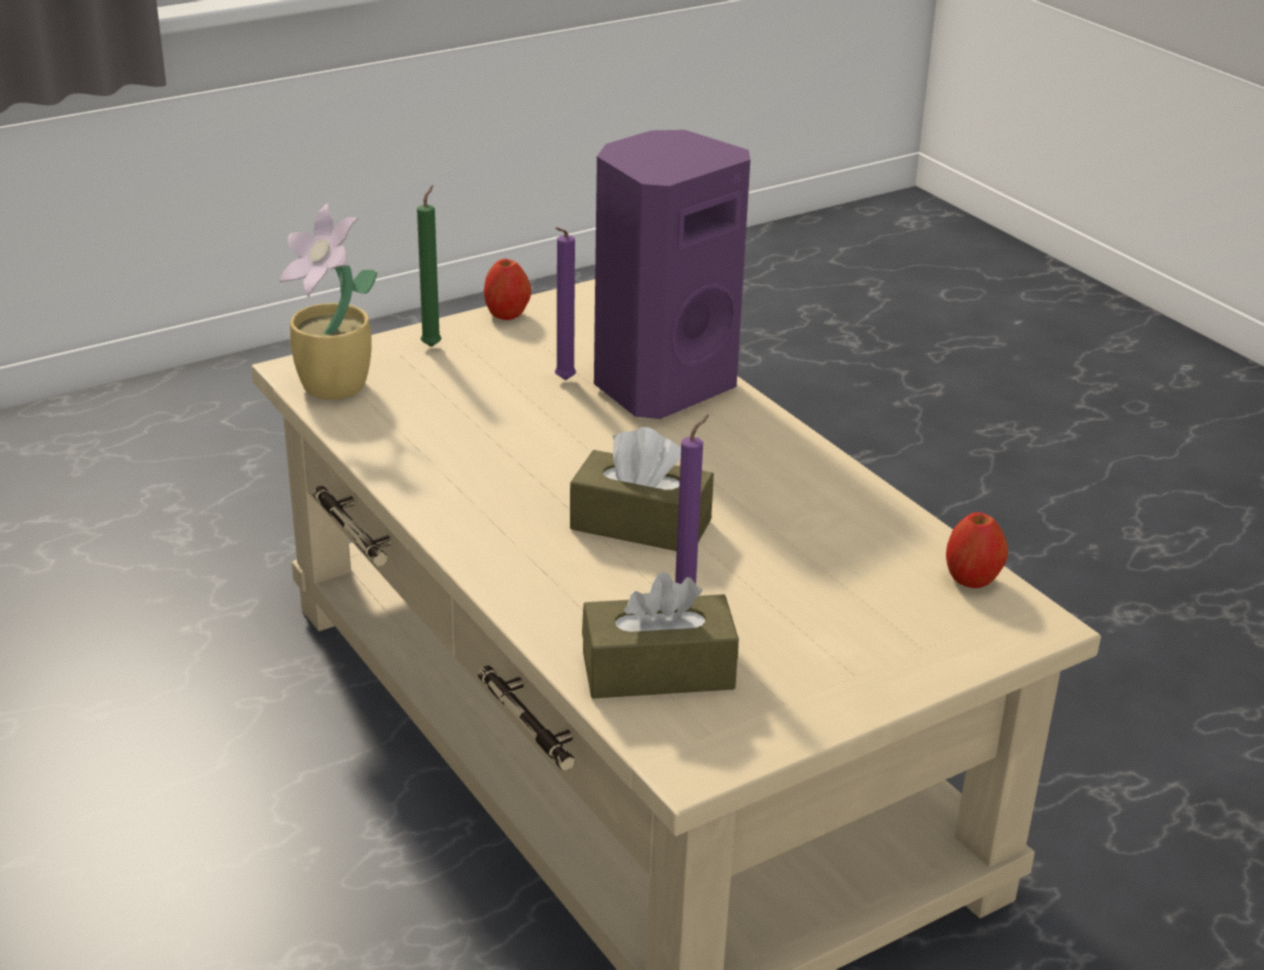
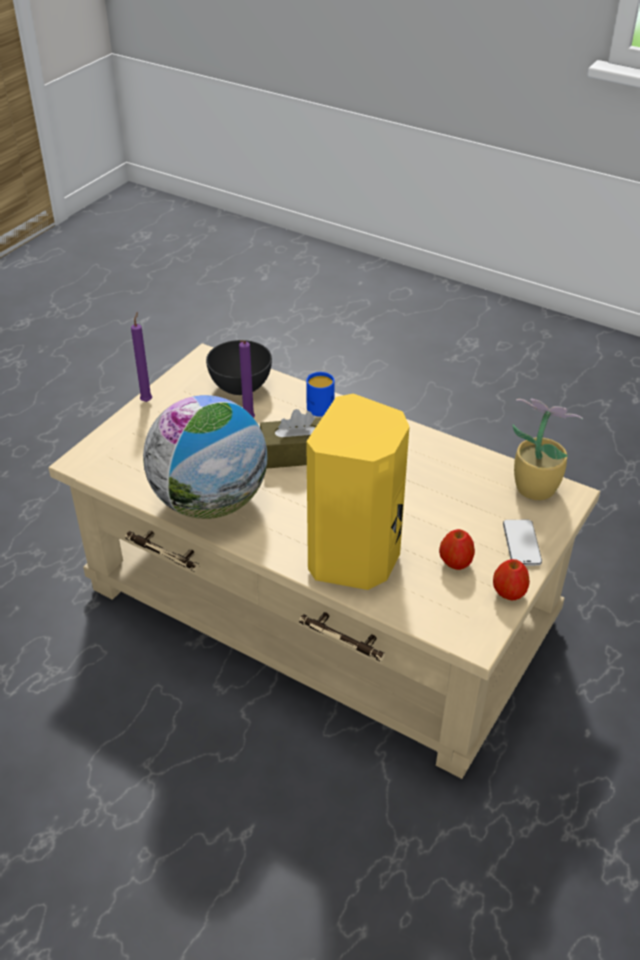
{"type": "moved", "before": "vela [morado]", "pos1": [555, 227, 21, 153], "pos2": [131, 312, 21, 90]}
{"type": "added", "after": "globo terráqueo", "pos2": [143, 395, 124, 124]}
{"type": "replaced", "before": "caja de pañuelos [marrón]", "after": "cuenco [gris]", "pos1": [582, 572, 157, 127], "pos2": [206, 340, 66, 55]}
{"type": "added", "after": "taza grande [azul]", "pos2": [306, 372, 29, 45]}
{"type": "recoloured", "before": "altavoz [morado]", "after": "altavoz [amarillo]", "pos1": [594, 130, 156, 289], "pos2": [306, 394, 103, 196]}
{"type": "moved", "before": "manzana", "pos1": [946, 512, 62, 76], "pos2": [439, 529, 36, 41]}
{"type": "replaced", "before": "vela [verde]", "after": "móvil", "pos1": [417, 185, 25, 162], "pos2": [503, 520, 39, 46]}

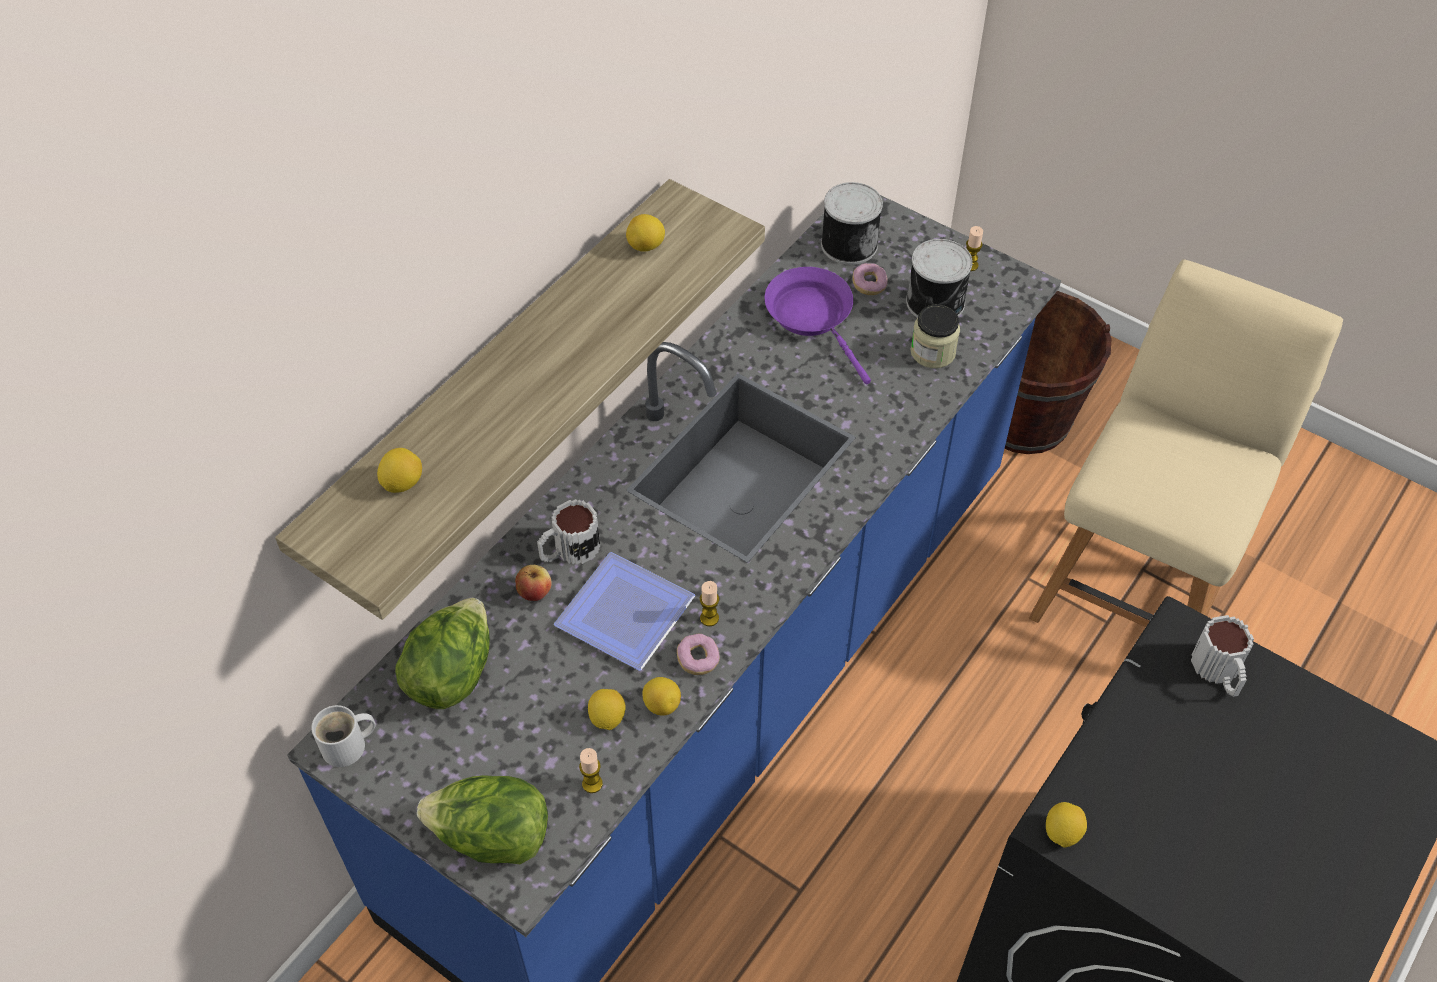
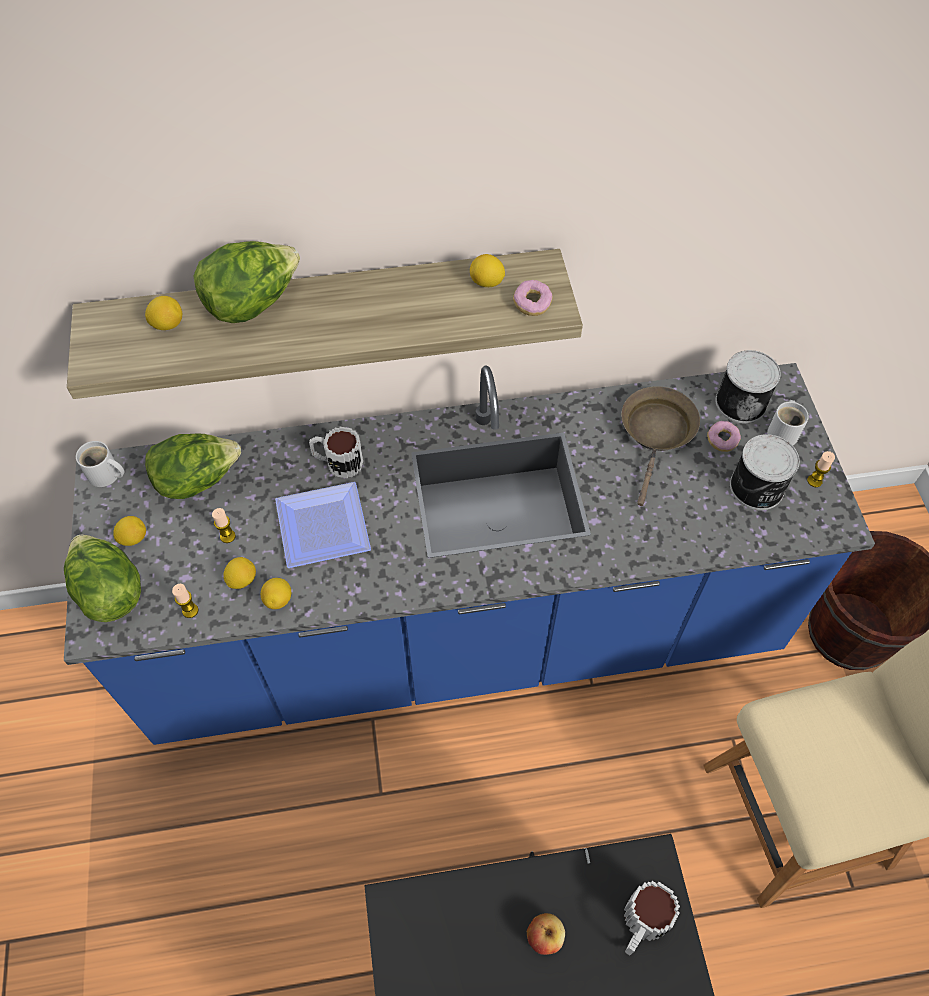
{"type": "moved", "before": "limón", "pos1": [1046, 802, 41, 46], "pos2": [113, 516, 33, 30]}
{"type": "added", "after": "lechuga", "pos2": [193, 241, 107, 82]}
{"type": "moved", "before": "vela", "pos1": [700, 581, 19, 45], "pos2": [212, 508, 24, 35]}
{"type": "moved", "before": "rosquilla", "pos1": [677, 634, 43, 41], "pos2": [513, 280, 40, 36]}
{"type": "moved", "before": "manzana", "pos1": [515, 565, 37, 36], "pos2": [527, 913, 38, 42]}
{"type": "recoloured", "before": "sartén [morado]", "after": "sartén [marrón]", "pos1": [765, 267, 106, 117], "pos2": [621, 386, 79, 120]}
{"type": "added", "after": "taza grande [blanco]", "pos2": [767, 400, 42, 45]}
{"type": "removed", "before": "tarro", "pos1": [910, 304, 50, 64]}

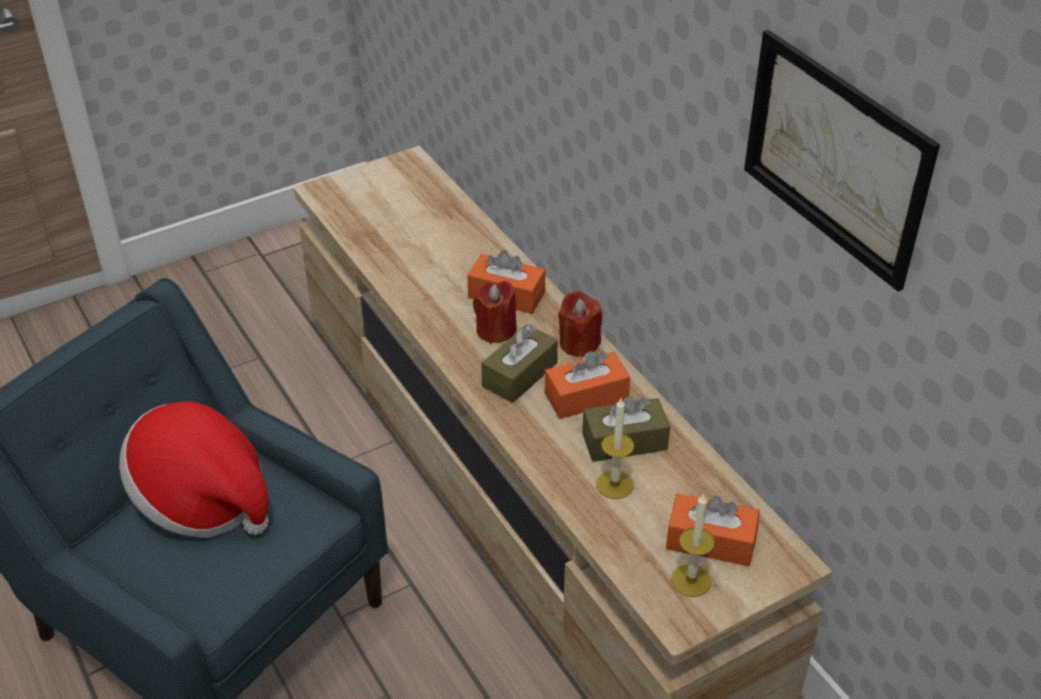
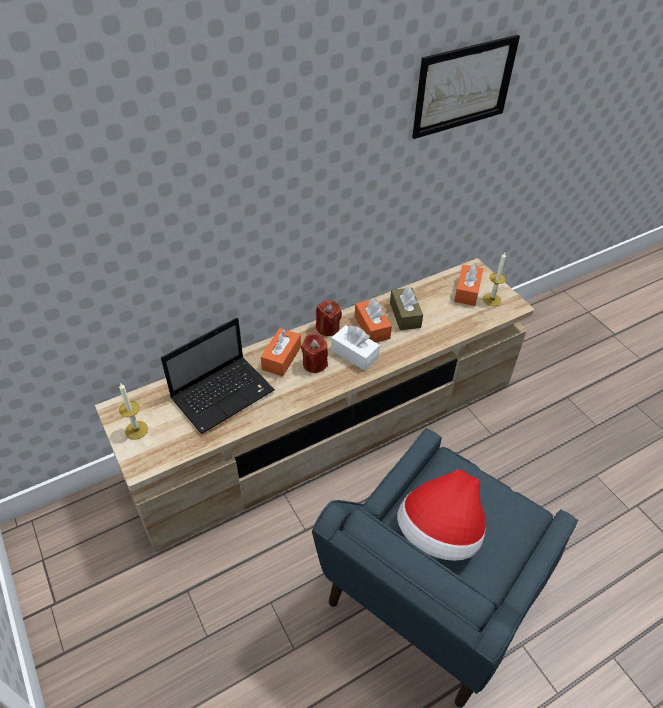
{"type": "moved", "before": "vela", "pos1": [596, 397, 38, 102], "pos2": [119, 384, 29, 56]}
{"type": "added", "after": "portátil", "pos2": [161, 317, 114, 117]}
{"type": "recoloured", "before": "caja de pañuelos [marrón]", "after": "caja de pañuelos [blanco]", "pos1": [481, 324, 77, 79], "pos2": [331, 325, 49, 46]}

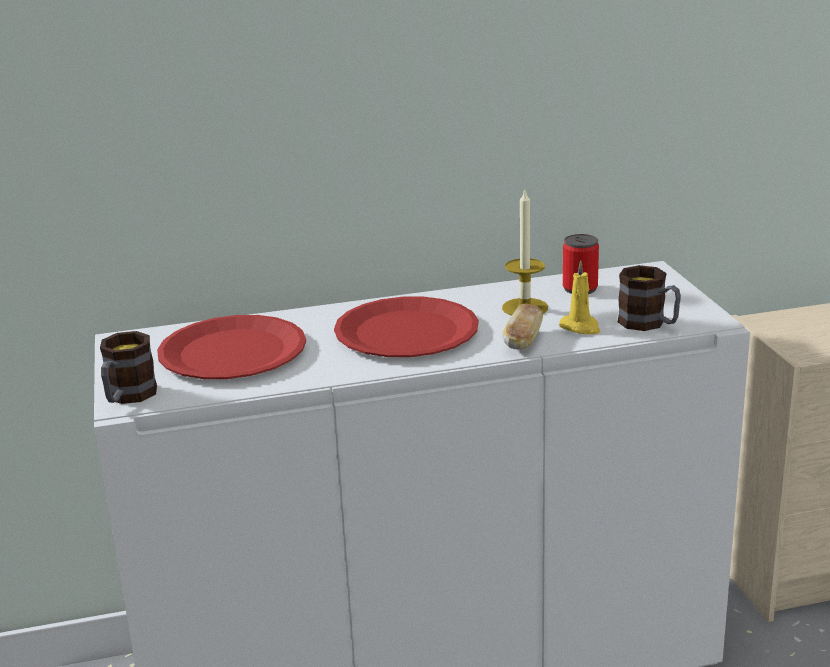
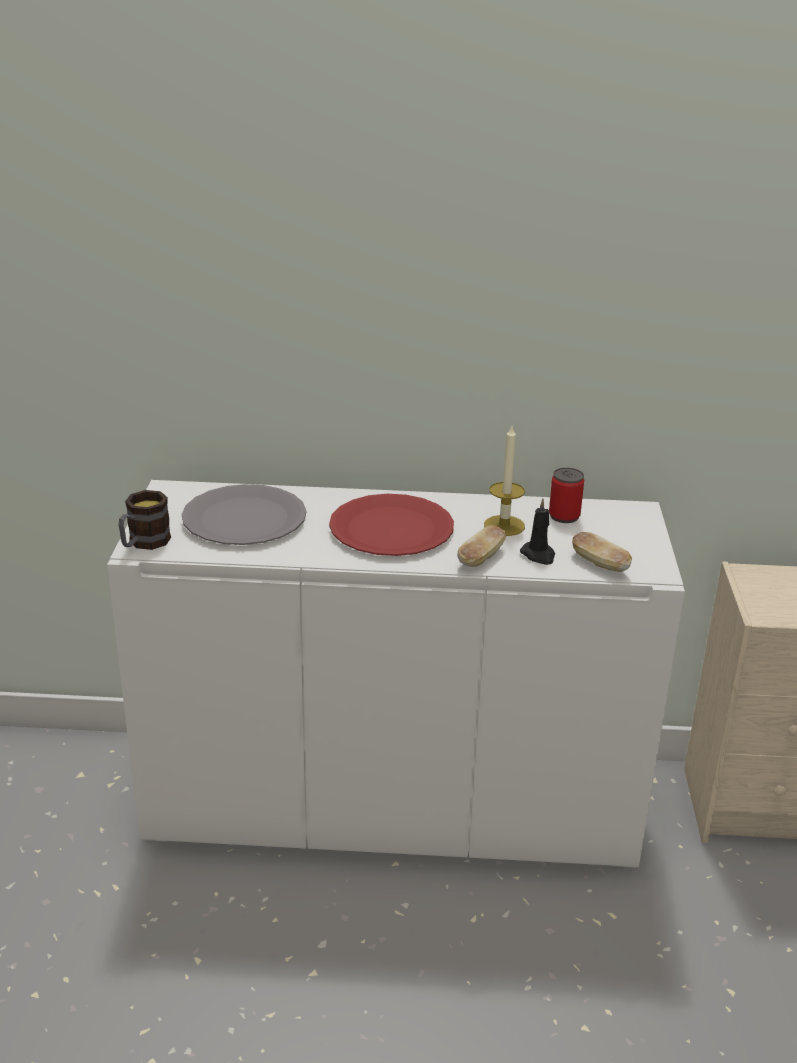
{"type": "recoloured", "before": "plato [rojo]", "after": "plato [gris]", "pos1": [157, 315, 149, 64], "pos2": [182, 484, 124, 61]}
{"type": "recoloured", "before": "vela [amarillo]", "after": "vela [negro]", "pos1": [559, 260, 42, 74], "pos2": [520, 499, 35, 66]}
{"type": "replaced", "before": "taza grande", "after": "pan", "pos1": [618, 265, 63, 66], "pos2": [572, 532, 60, 40]}

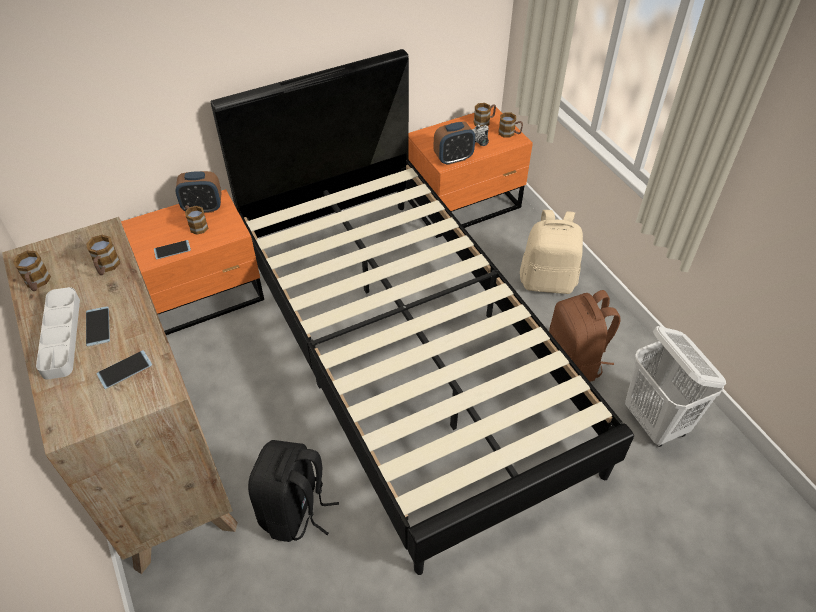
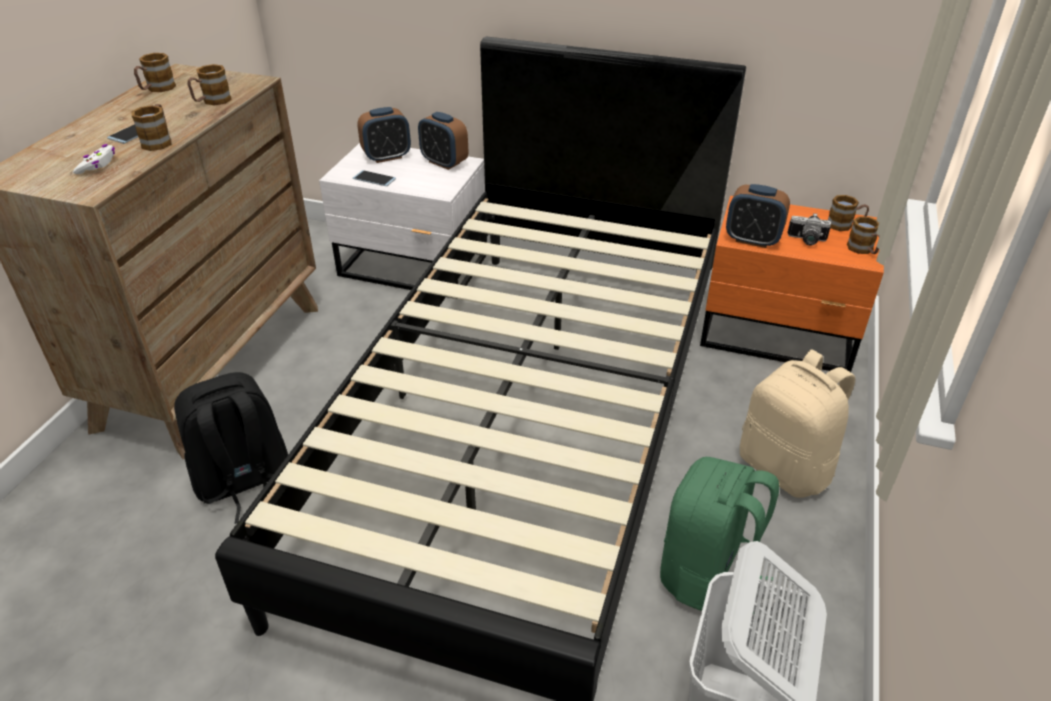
{"type": "replaced", "before": "móvil", "after": "mando de consola [blanco]", "pos1": [96, 350, 56, 39], "pos2": [73, 144, 42, 30]}
{"type": "moved", "before": "taza grande", "pos1": [185, 205, 23, 30], "pos2": [132, 104, 40, 47]}
{"type": "recoloured", "before": "mesita de noche [naranja]", "after": "mesita de noche [blanco]", "pos1": [121, 189, 143, 146], "pos2": [319, 143, 168, 156]}
{"type": "added", "after": "despertador", "pos2": [357, 107, 54, 56]}
{"type": "recoloured", "before": "mochila [marrón]", "after": "mochila [verde]", "pos1": [549, 290, 71, 92], "pos2": [660, 457, 119, 158]}
{"type": "removed", "before": "bandeja [gris]", "pos1": [36, 287, 44, 92]}

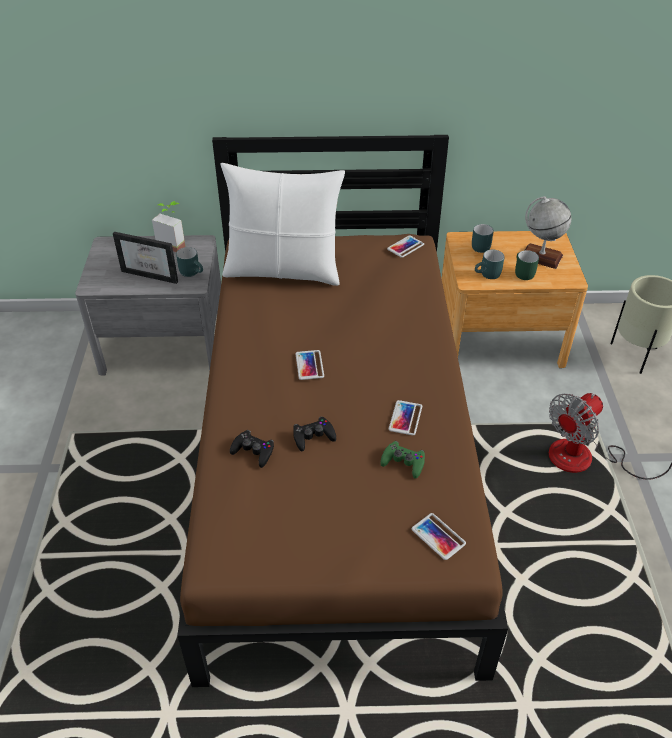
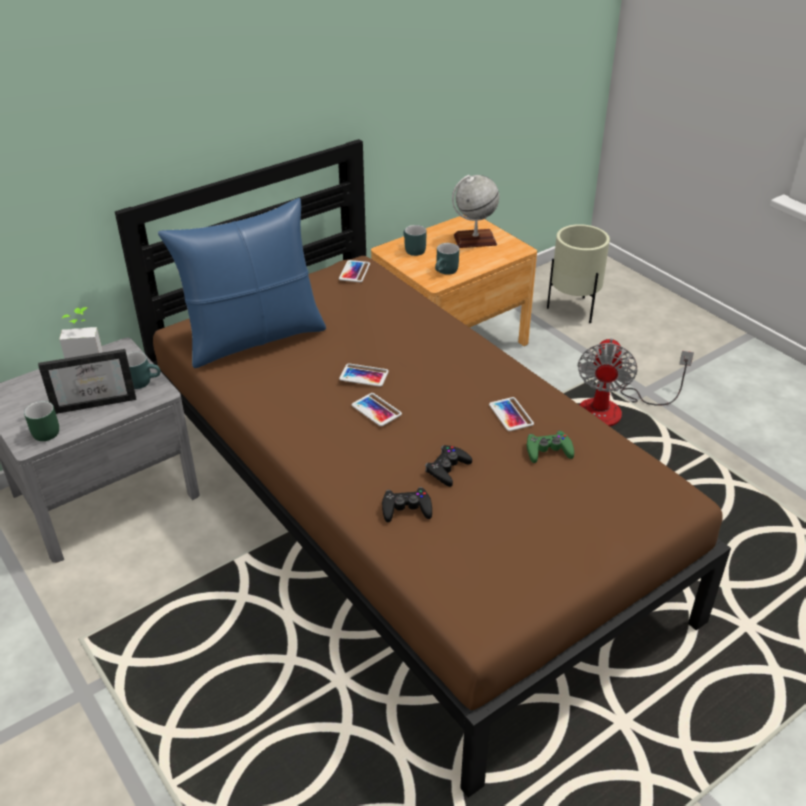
{"type": "moved", "before": "taza grande [verde]", "pos1": [515, 250, 24, 30], "pos2": [24, 401, 35, 40]}
{"type": "recoloured", "before": "cojín [blanco]", "after": "cojín [azul]", "pos1": [221, 163, 124, 123], "pos2": [158, 198, 168, 170]}
{"type": "moved", "before": "móvil", "pos1": [412, 513, 54, 47], "pos2": [339, 363, 50, 24]}

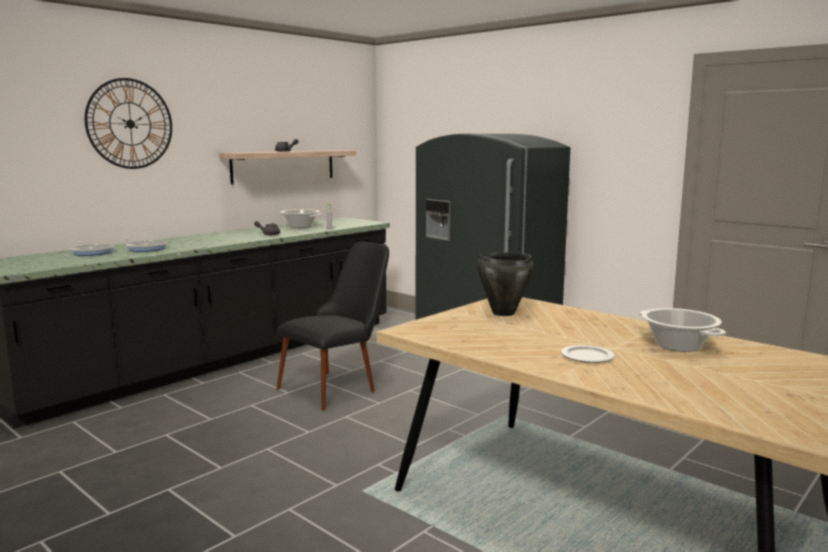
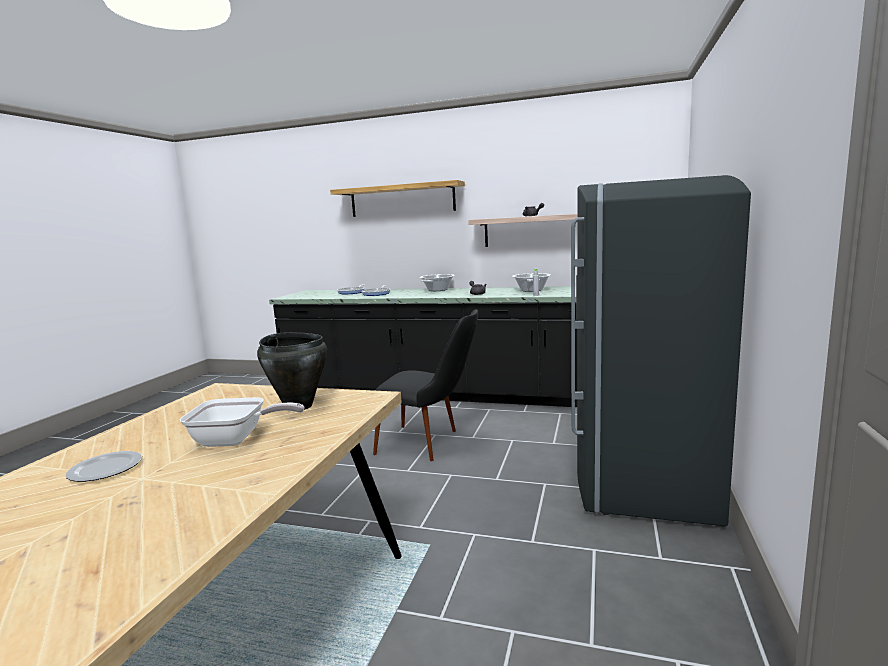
{"type": "added", "after": "sartén", "pos2": [180, 397, 125, 50]}
{"type": "replaced", "before": "reloj de pared", "after": "estante", "pos1": [84, 78, 88, 91], "pos2": [330, 180, 135, 37]}
{"type": "moved", "before": "olla", "pos1": [640, 308, 86, 44], "pos2": [420, 274, 35, 17]}

